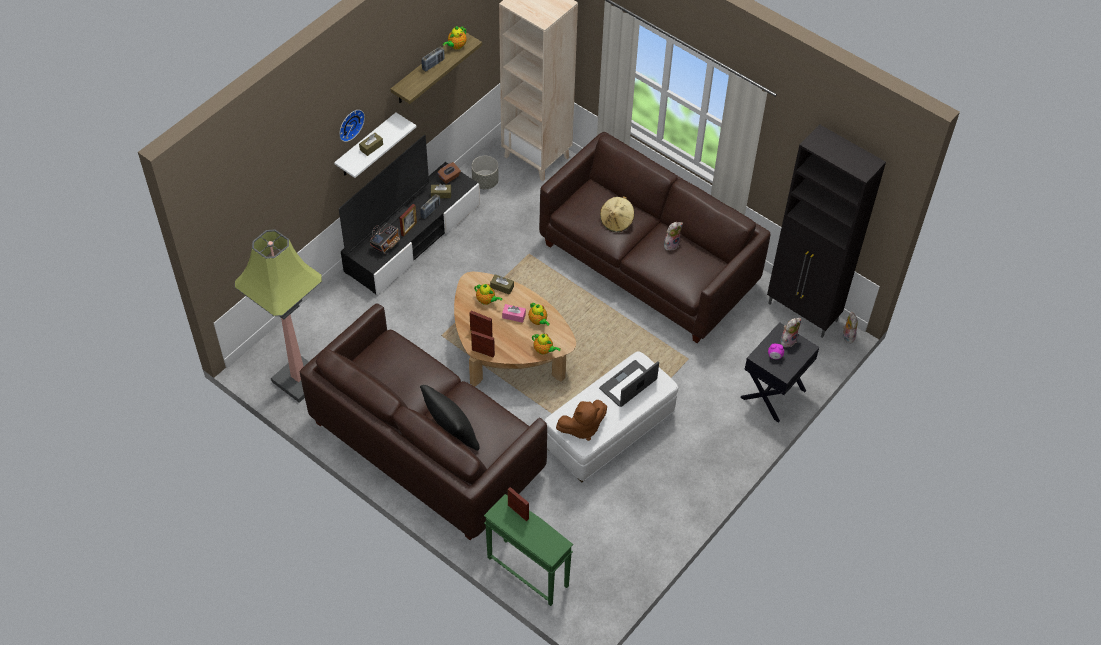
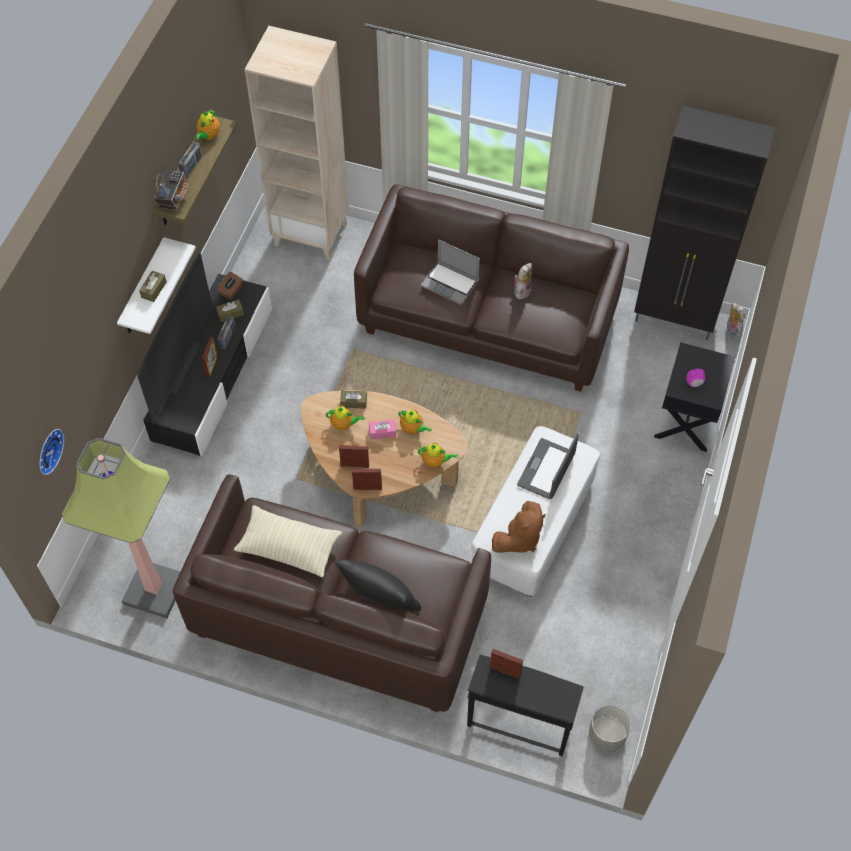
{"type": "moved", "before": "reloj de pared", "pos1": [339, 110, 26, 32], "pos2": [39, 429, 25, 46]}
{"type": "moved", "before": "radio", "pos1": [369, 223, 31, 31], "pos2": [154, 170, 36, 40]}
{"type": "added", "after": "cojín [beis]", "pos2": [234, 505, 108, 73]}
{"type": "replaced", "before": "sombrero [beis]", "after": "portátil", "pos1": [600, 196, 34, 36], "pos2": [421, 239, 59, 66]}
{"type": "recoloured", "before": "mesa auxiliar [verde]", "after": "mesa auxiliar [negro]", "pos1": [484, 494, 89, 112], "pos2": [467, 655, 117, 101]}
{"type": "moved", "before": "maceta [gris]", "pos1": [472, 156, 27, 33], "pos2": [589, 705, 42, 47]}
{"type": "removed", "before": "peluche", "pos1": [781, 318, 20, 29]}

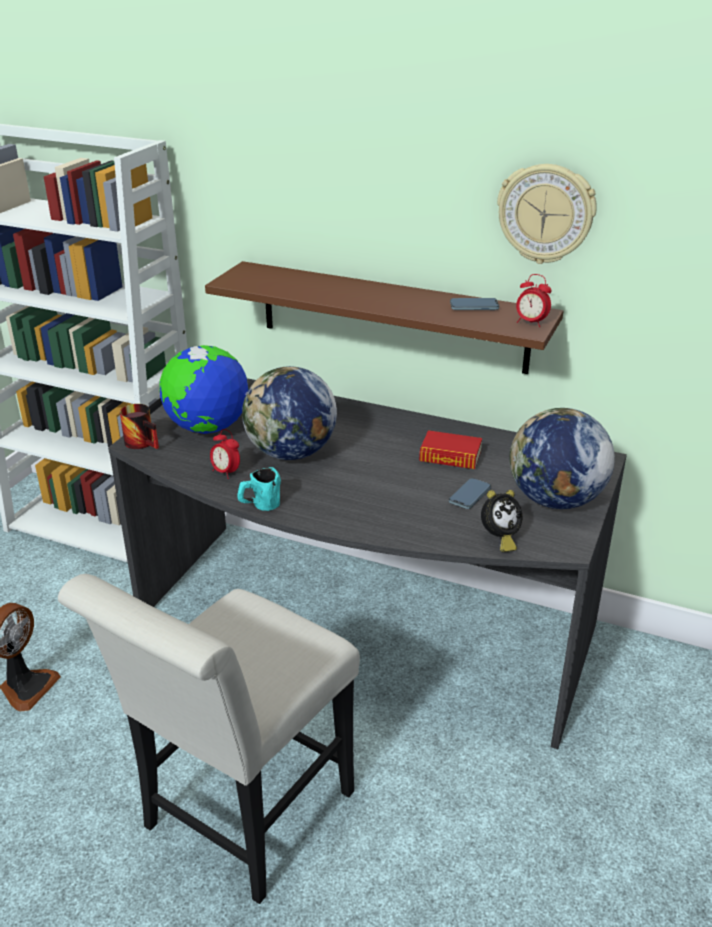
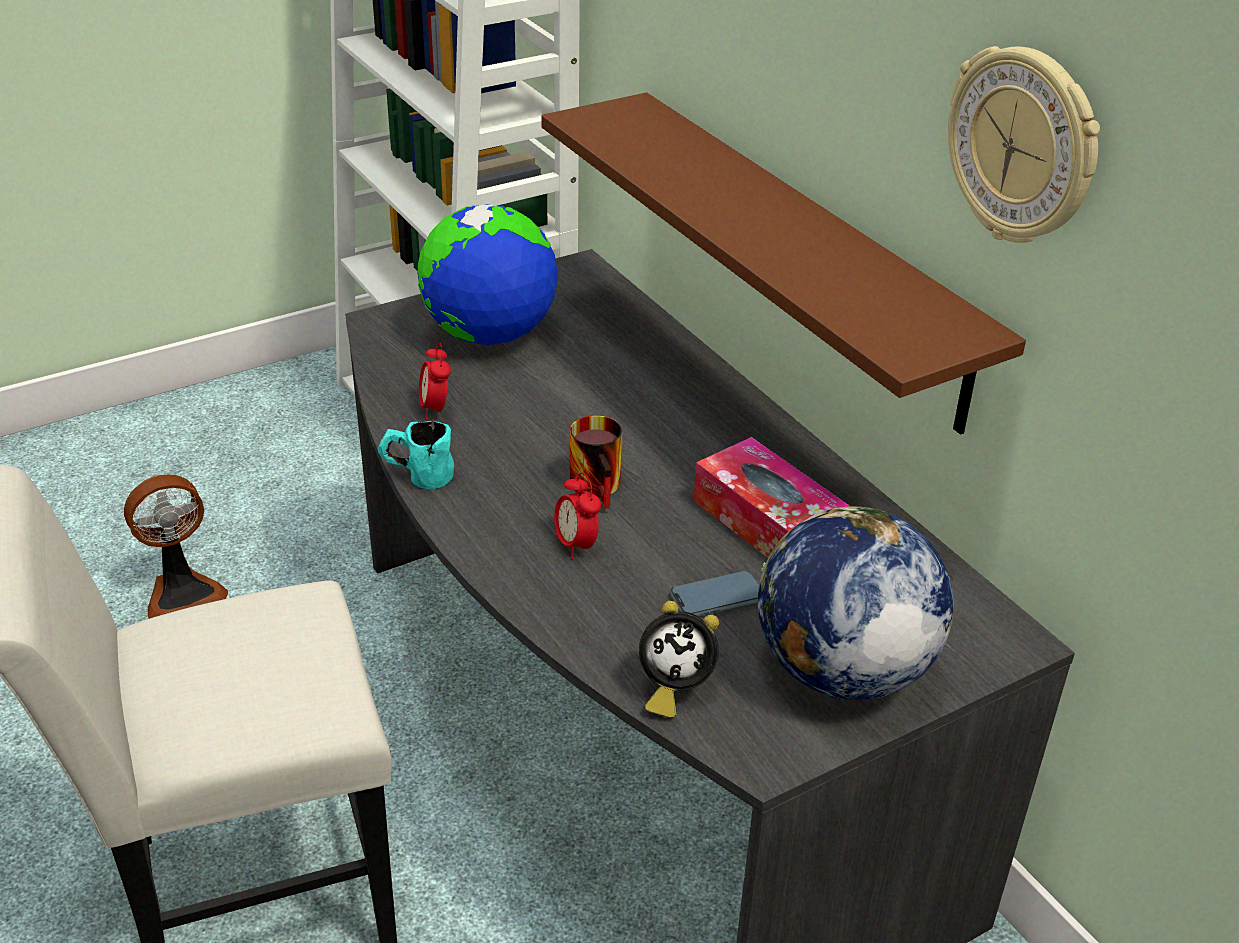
{"type": "moved", "before": "despertador", "pos1": [516, 274, 36, 53], "pos2": [554, 472, 47, 88]}
{"type": "moved", "before": "taza grande", "pos1": [120, 404, 39, 45], "pos2": [570, 415, 52, 94]}
{"type": "replaced", "before": "libro", "after": "caja de pañuelos", "pos1": [419, 430, 63, 39], "pos2": [693, 437, 157, 121]}
{"type": "removed", "before": "globo terráqueo", "pos1": [242, 366, 95, 94]}
{"type": "removed", "before": "móvil", "pos1": [450, 298, 49, 12]}

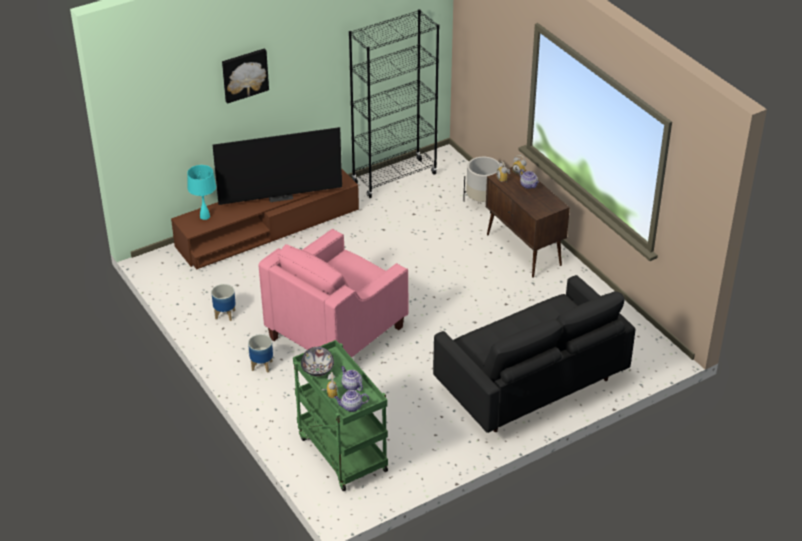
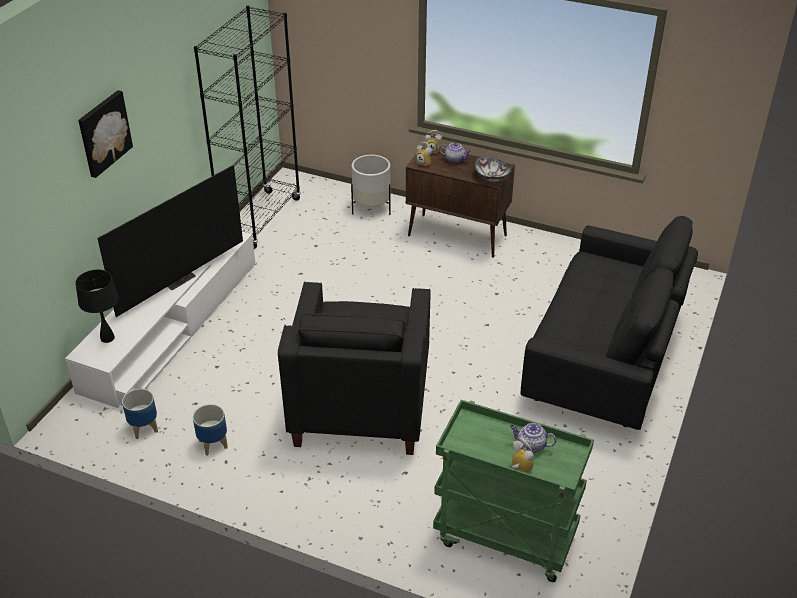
{"type": "recoloured", "before": "mueble de televisión [marrón]", "after": "mueble de televisión [blanco]", "pos1": [171, 169, 188, 100], "pos2": [65, 231, 190, 177]}
{"type": "recoloured", "before": "lámpara de mesa [turquesa]", "after": "lámpara de mesa [negro]", "pos1": [187, 165, 29, 55], "pos2": [75, 269, 44, 74]}
{"type": "moved", "before": "maceta", "pos1": [248, 334, 25, 39], "pos2": [122, 389, 36, 50]}
{"type": "recoloured", "before": "sillón [rosa]", "after": "sillón [negro]", "pos1": [259, 229, 150, 129], "pos2": [278, 282, 153, 173]}
{"type": "moved", "before": "cuenco", "pos1": [301, 347, 33, 29], "pos2": [474, 157, 38, 25]}
{"type": "removed", "before": "tetera", "pos1": [334, 390, 35, 22]}

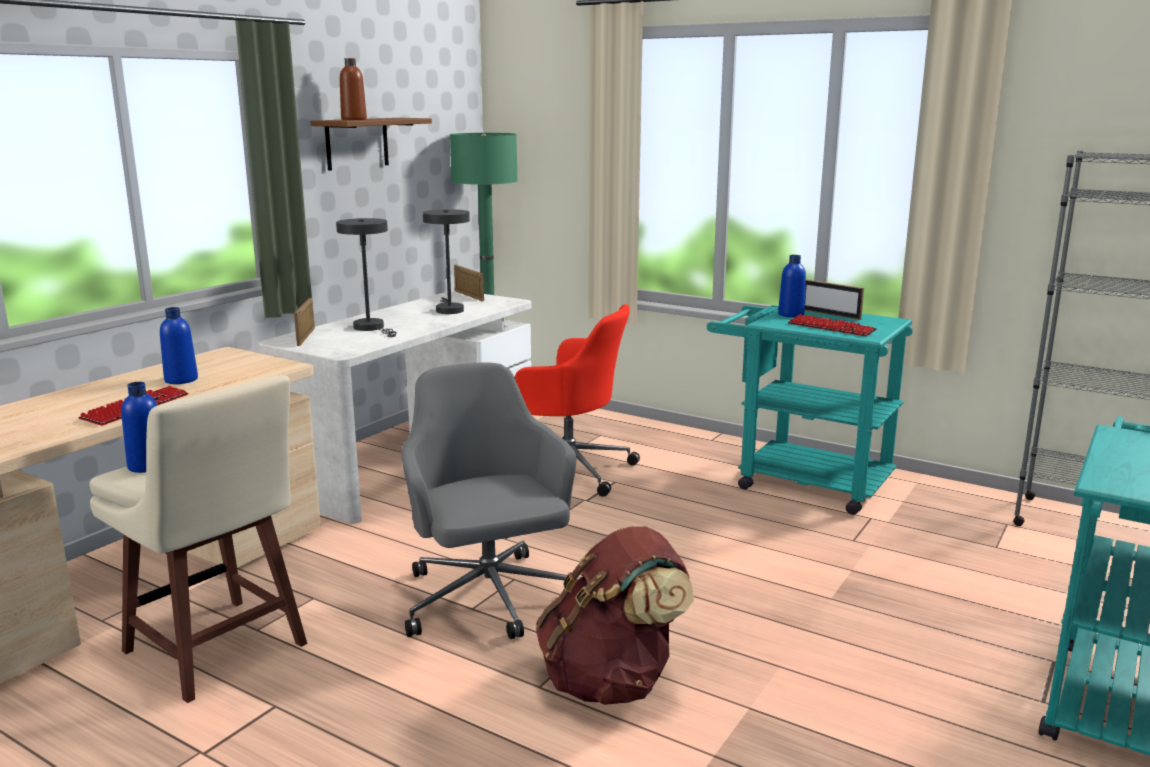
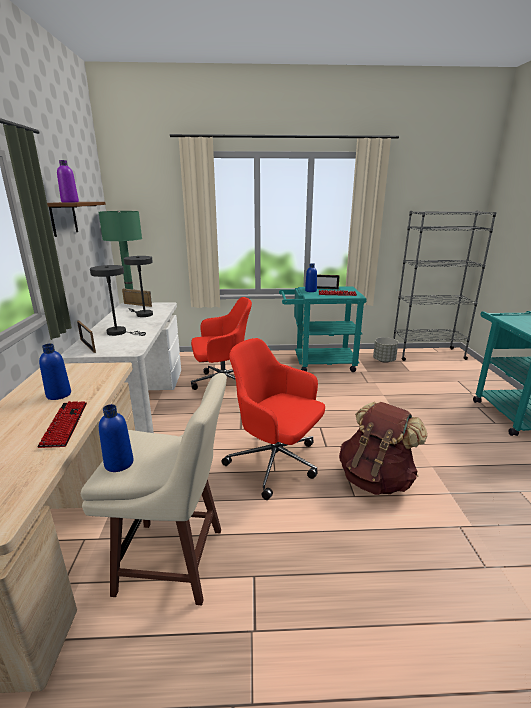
{"type": "recoloured", "before": "botella [marrón]", "after": "botella [morado]", "pos1": [340, 58, 27, 62], "pos2": [57, 160, 22, 42]}
{"type": "recoloured", "before": "silla de oficina [gris]", "after": "silla de oficina [rojo]", "pos1": [401, 362, 179, 277], "pos2": [222, 338, 103, 162]}
{"type": "added", "after": "maceta [gris]", "pos2": [373, 337, 25, 26]}

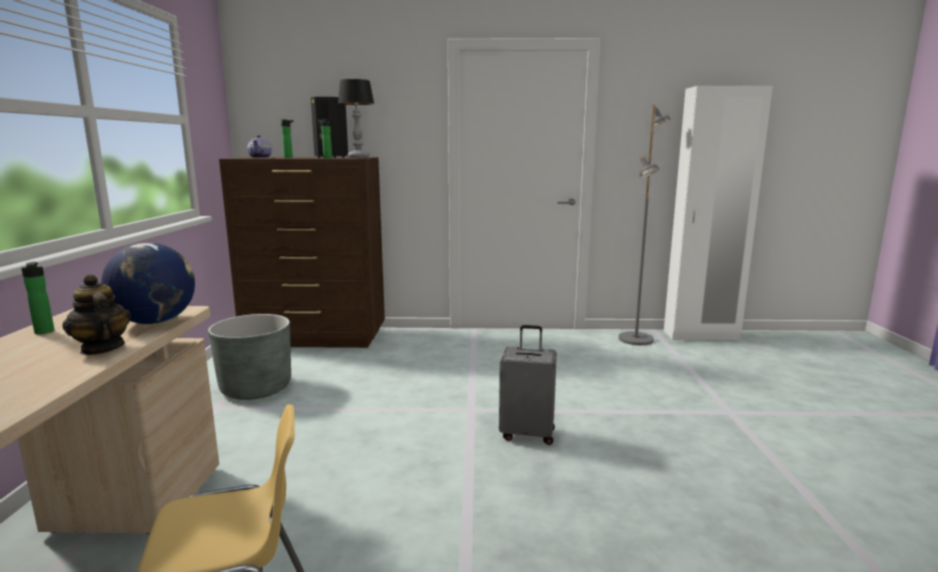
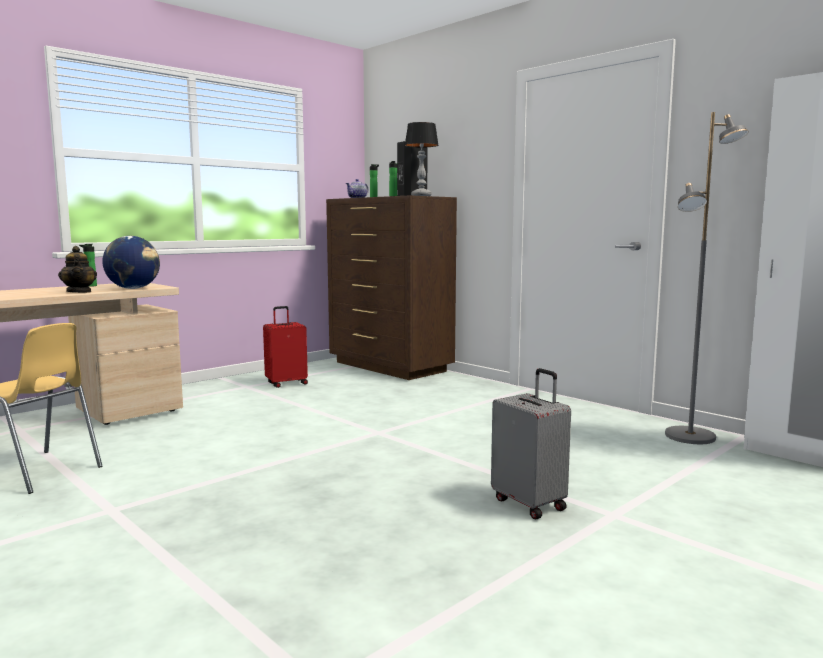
{"type": "turned", "before": "tetera", "pos1": [63, 274, 68, 81], "pos2": [58, 246, 39, 47], "turn": 150}
{"type": "replaced", "before": "maceta [gris]", "after": "maleta [rojo]", "pos1": [208, 314, 83, 86], "pos2": [263, 306, 45, 82]}
{"type": "moved", "before": "maleta [gris]", "pos1": [499, 325, 58, 120], "pos2": [491, 368, 80, 151]}

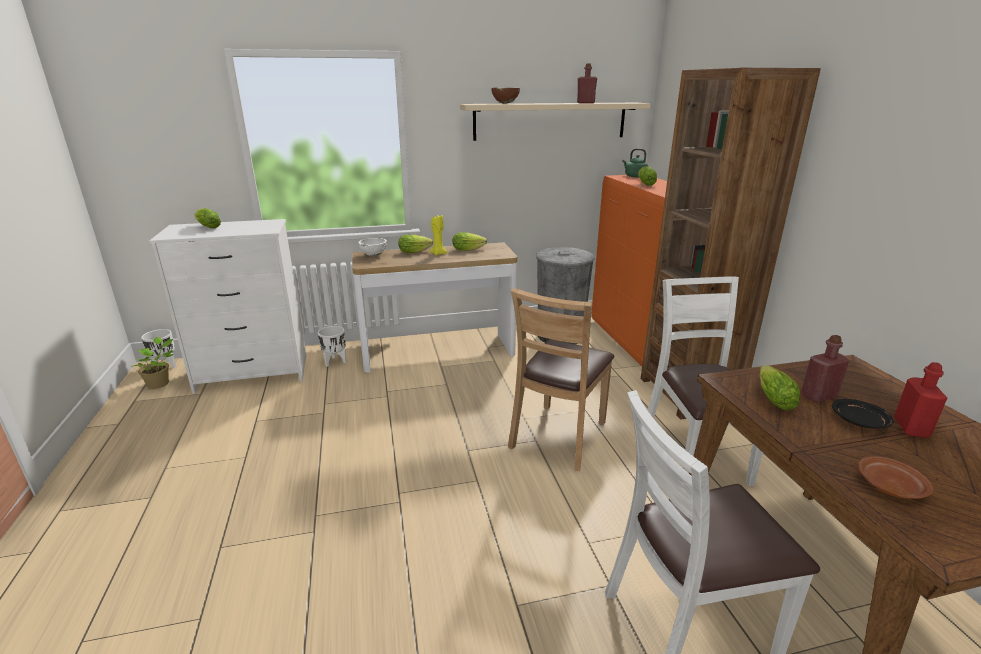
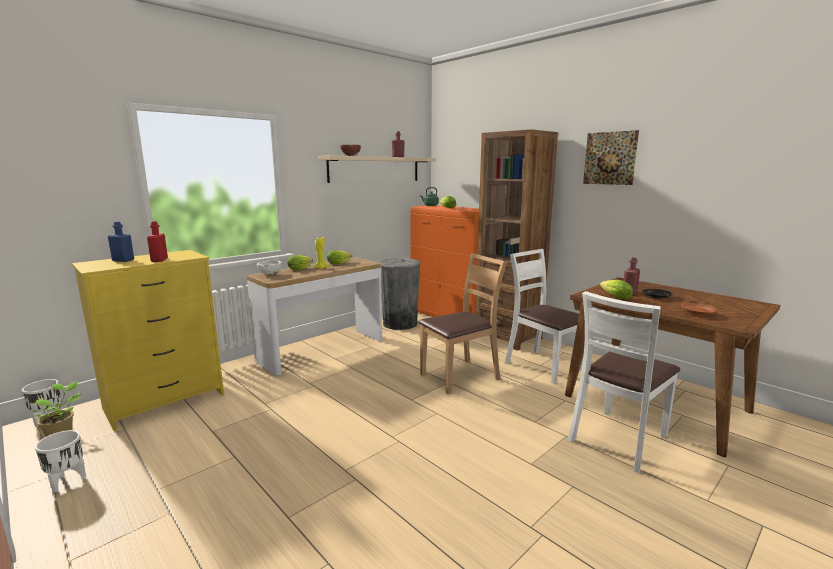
{"type": "moved", "before": "maceta [blanco]", "pos1": [318, 326, 28, 41], "pos2": [35, 430, 51, 63]}
{"type": "recoloured", "before": "cómoda [blanco]", "after": "cómoda [amarillo]", "pos1": [149, 219, 158, 175], "pos2": [72, 250, 152, 181]}
{"type": "replaced", "before": "lechuga", "after": "botella [azul]", "pos1": [194, 208, 27, 21], "pos2": [108, 221, 26, 41]}
{"type": "moved", "before": "botella [rojo]", "pos1": [894, 362, 53, 76], "pos2": [147, 221, 21, 41]}
{"type": "turned", "before": "silla [marrón]", "pos1": [508, 288, 106, 183], "pos2": [419, 253, 88, 141], "turn": -120}
{"type": "added", "after": "cuadro", "pos2": [583, 130, 56, 55]}

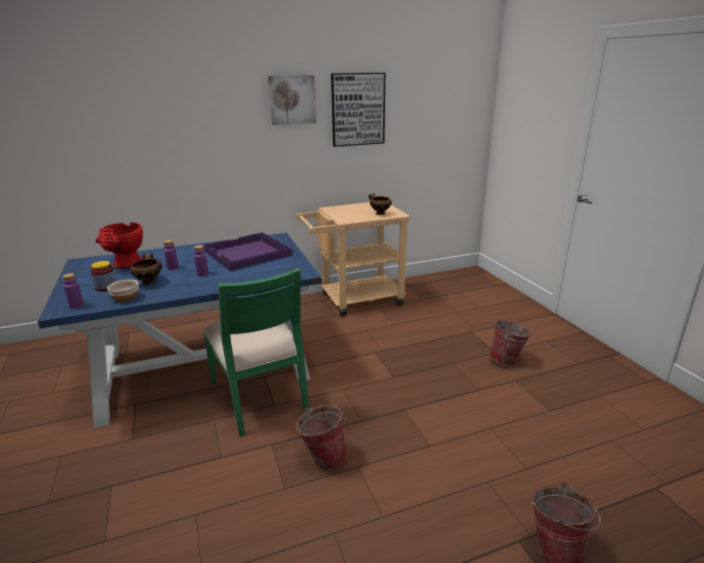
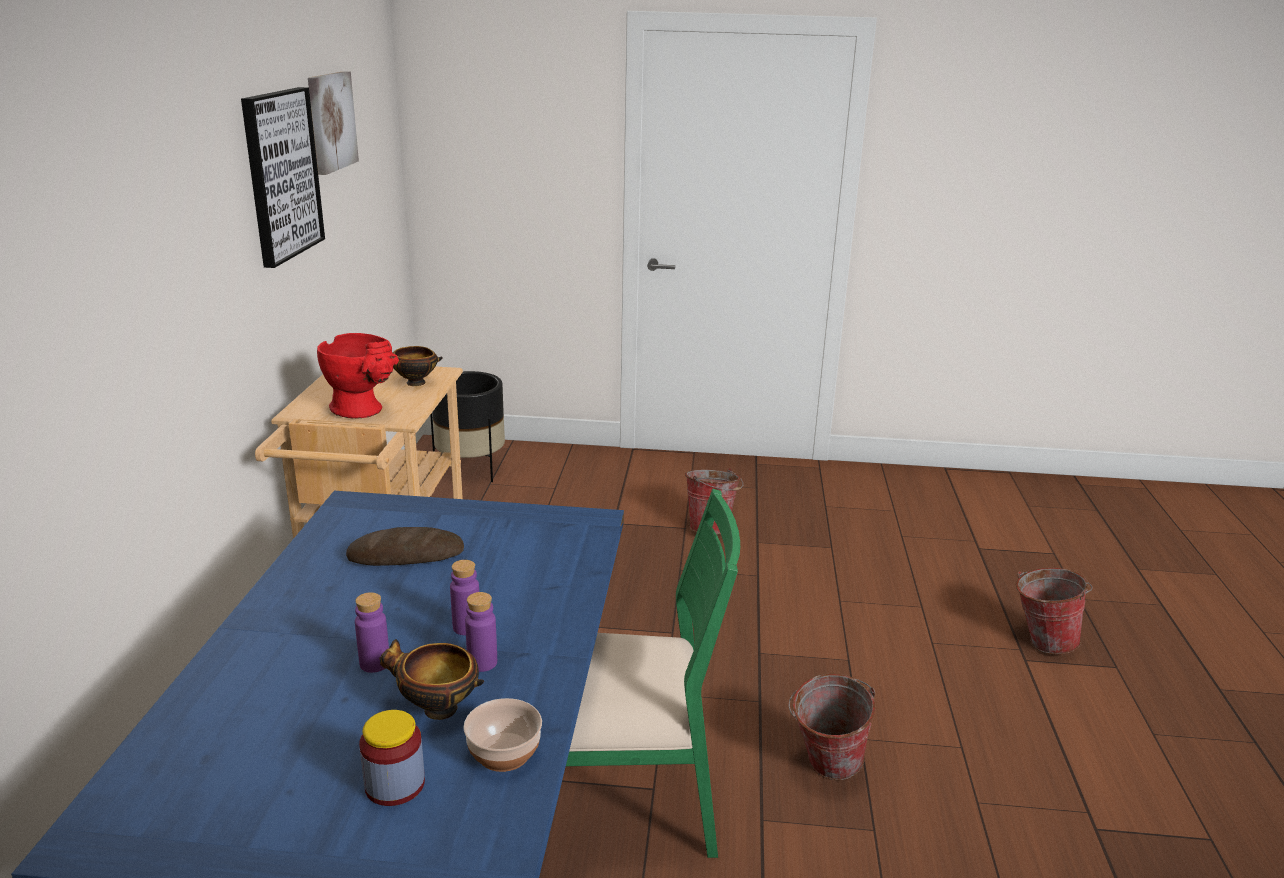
{"type": "moved", "before": "cuadro", "pos1": [268, 75, 48, 50], "pos2": [308, 71, 51, 104]}
{"type": "moved", "before": "florero [rojo]", "pos1": [95, 222, 48, 47], "pos2": [317, 333, 82, 86]}
{"type": "replaced", "before": "bandeja [morado]", "after": "pan", "pos1": [203, 232, 90, 39], "pos2": [346, 527, 118, 39]}
{"type": "added", "after": "maceta [negro]", "pos2": [430, 371, 75, 111]}
{"type": "moved", "before": "botella [morado]", "pos1": [62, 273, 22, 36], "pos2": [465, 592, 32, 80]}

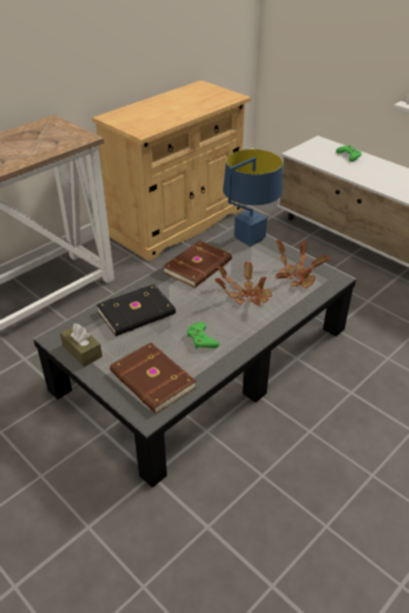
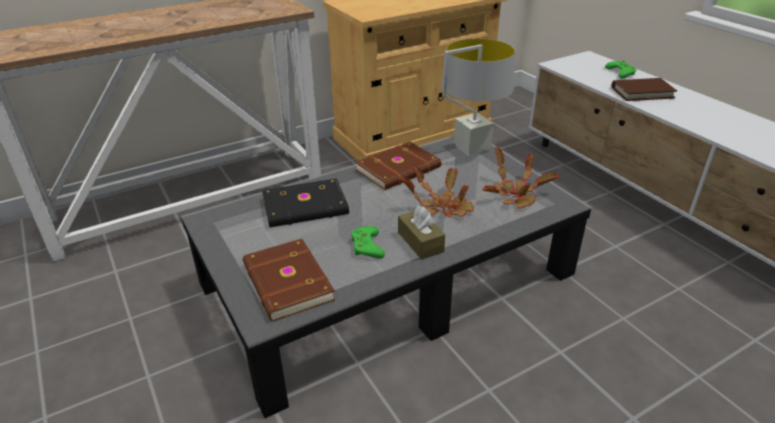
{"type": "moved", "before": "caja de pañuelos [marrón]", "pos1": [60, 323, 42, 44], "pos2": [398, 205, 47, 54]}
{"type": "recoloured", "before": "lámpara de mesa [azul]", "after": "lámpara de mesa [gris]", "pos1": [223, 149, 60, 98], "pos2": [441, 38, 74, 118]}
{"type": "added", "after": "libro [marrón]", "pos2": [612, 78, 65, 23]}

